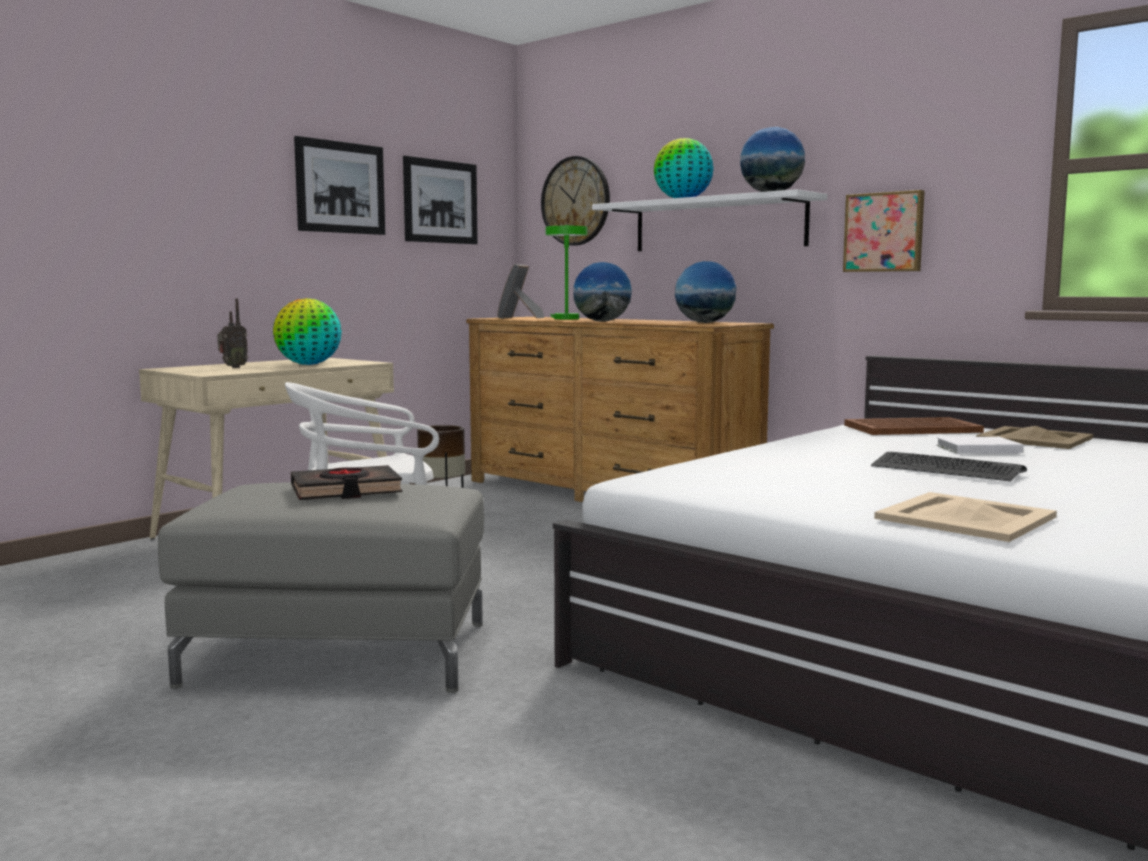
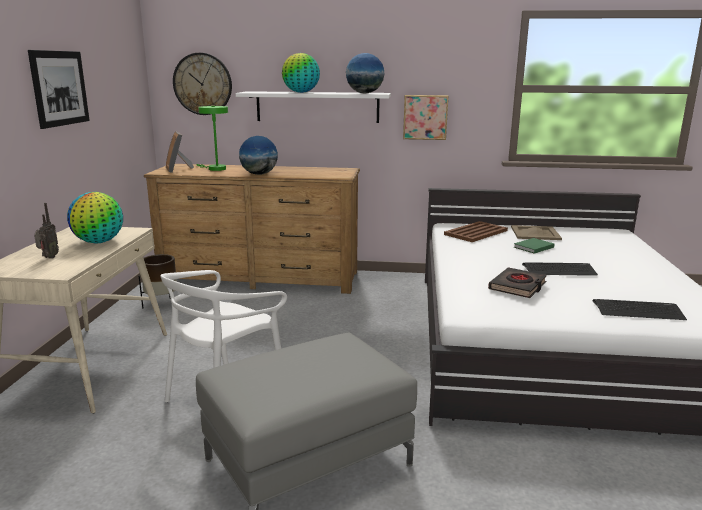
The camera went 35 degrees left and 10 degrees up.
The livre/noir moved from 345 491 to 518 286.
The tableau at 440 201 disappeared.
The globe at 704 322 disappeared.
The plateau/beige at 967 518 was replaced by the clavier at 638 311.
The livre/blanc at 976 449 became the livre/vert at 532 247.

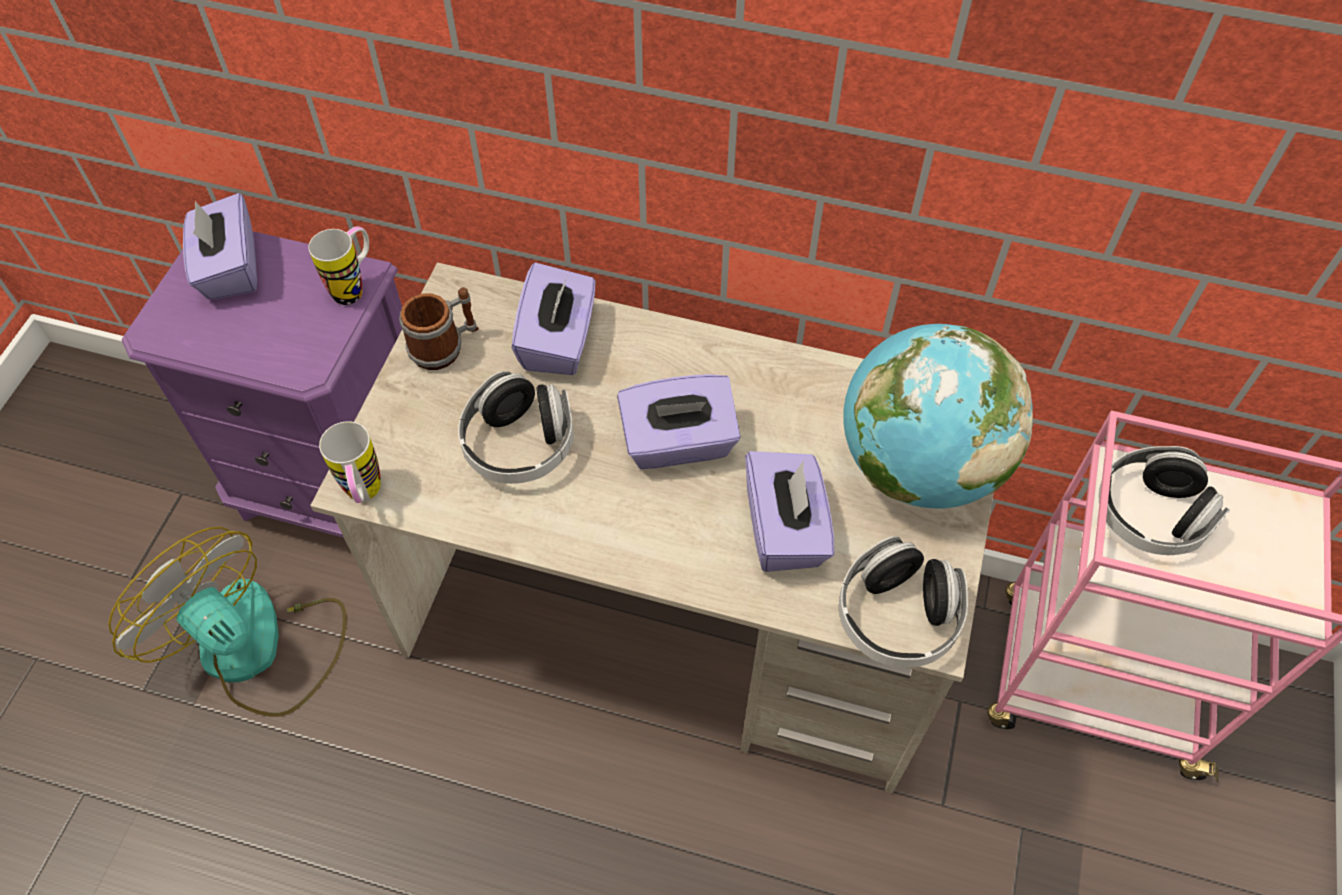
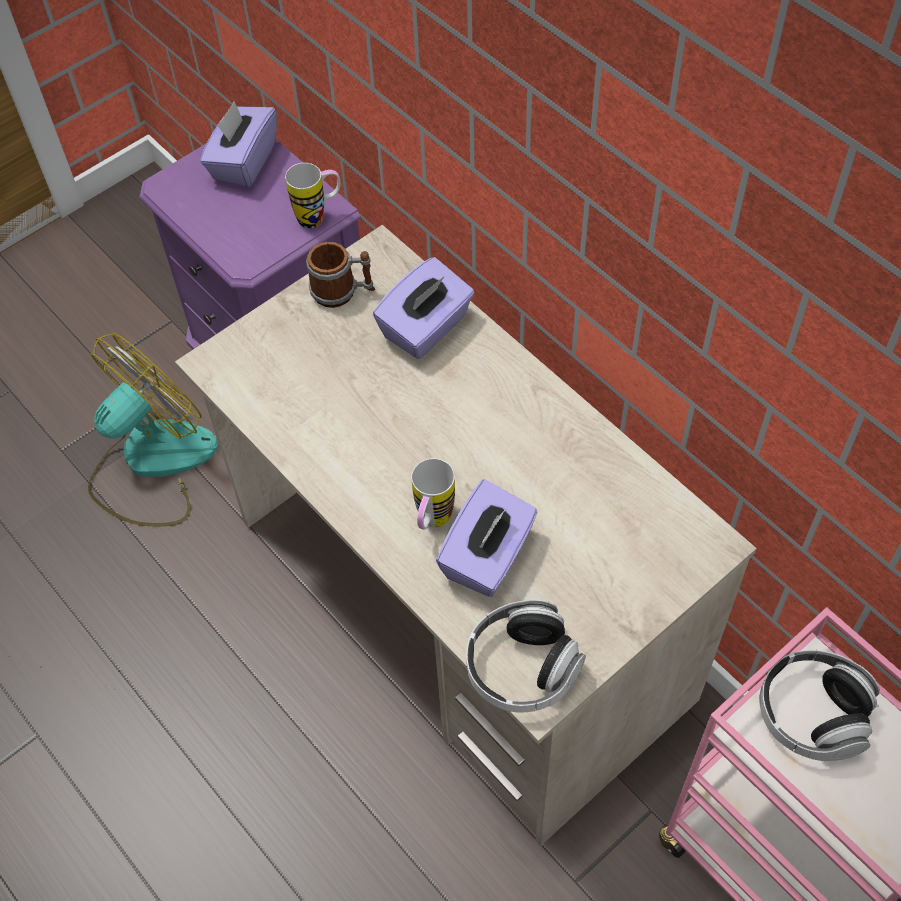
The camera went 35 degrees right and 0 degrees up.
The ventilateur at 258 649 turned 60 degrees clockwise.
The mug moved from 365 497 to 432 523.
The casque audio at 520 445 disappeared.
The boîte à mouchoirs/violet at 678 443 disappeared.
The globe at 918 465 disappeared.

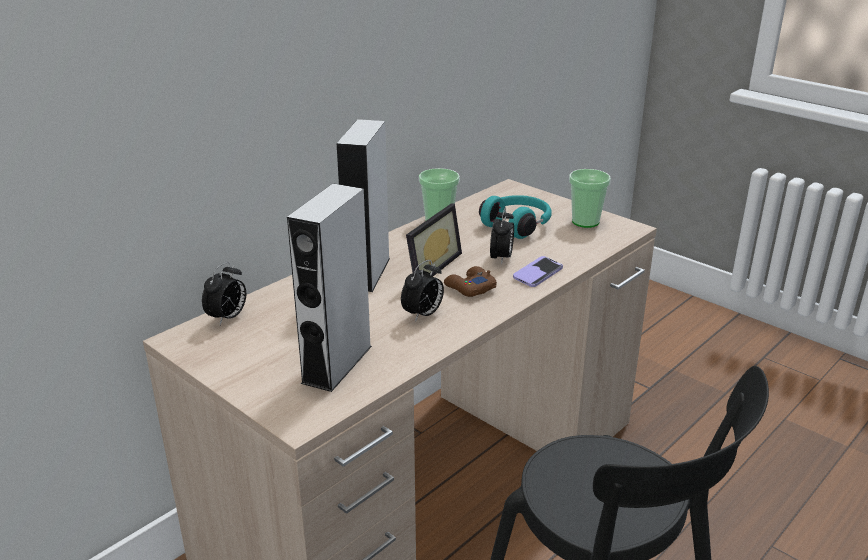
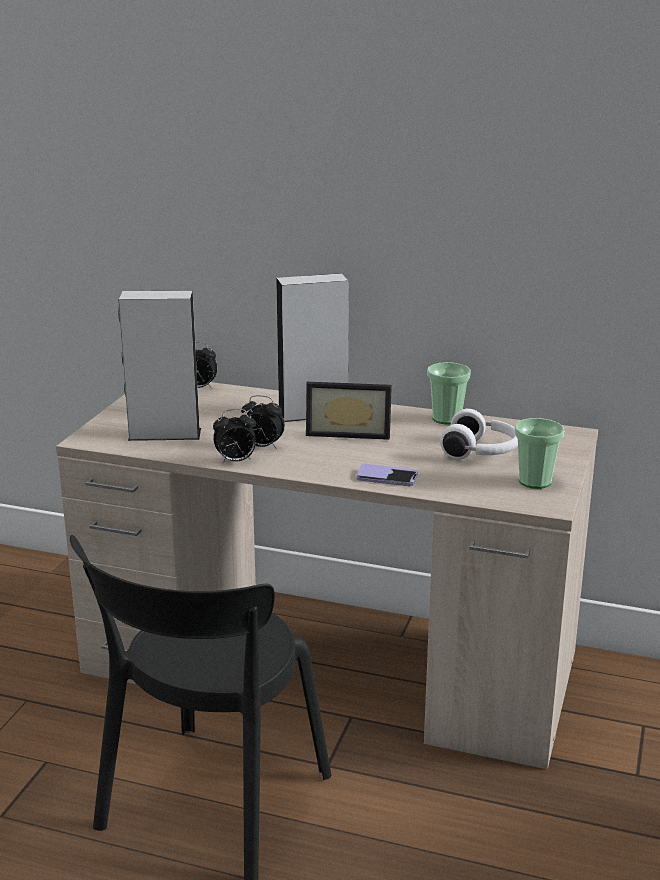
The camera went 65 degrees right and 5 degrees down.
The manette/marron at 469 287 disappeared.
The casque audio/turquoise at 518 226 became the casque audio/blanc at 481 452.
The réveil moved from 501 258 to 235 461.

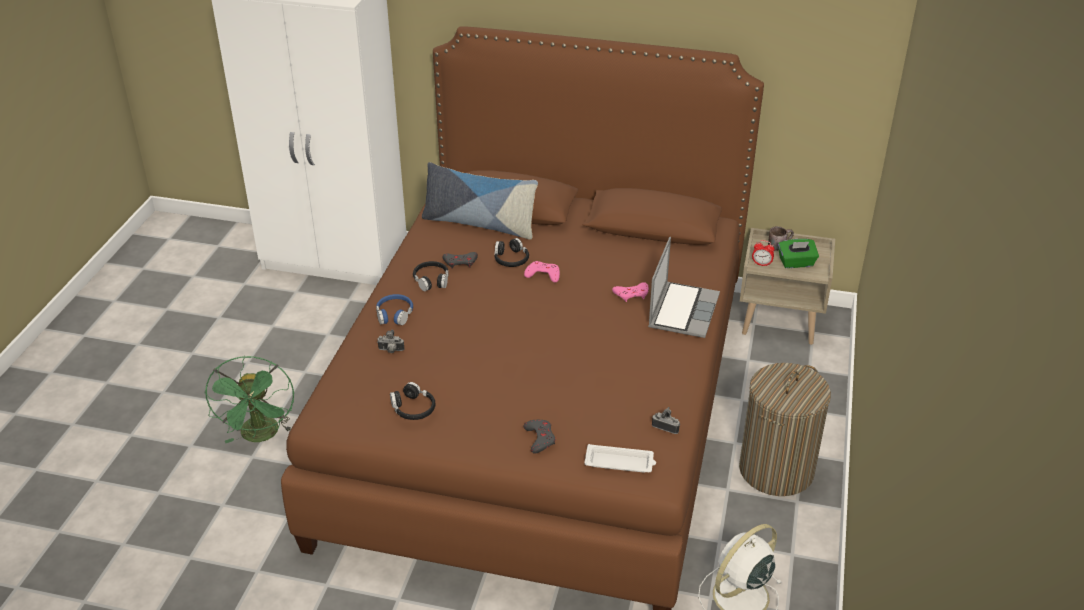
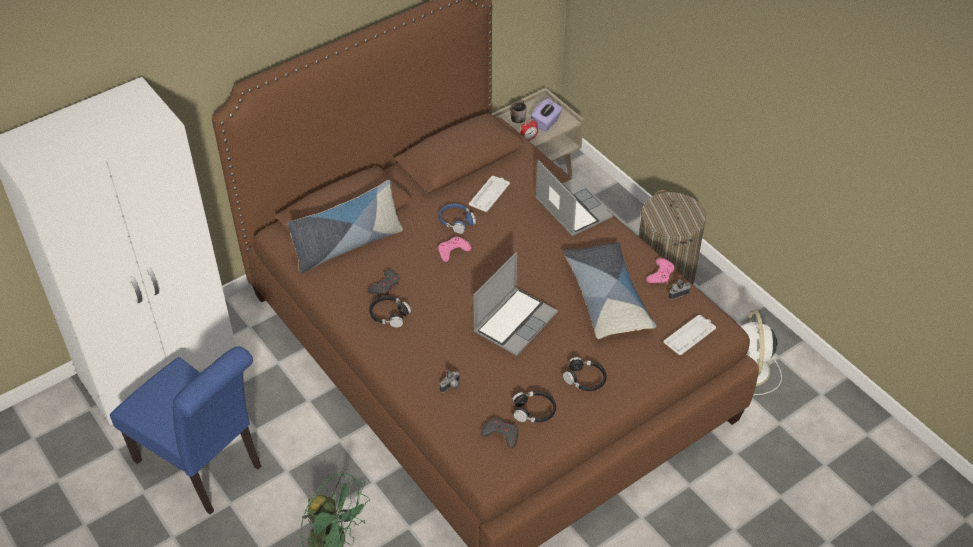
The camera went 50 degrees left and 10 degrees up.
The casque audio/bleu moved from 394 314 to 456 221.
The casque audio/noir moved from 511 259 to 585 379.
The manette/gris moved from 540 438 to 501 434.
The manette/rose moved from 631 294 to 660 274.
The boîte à mouchoirs/vert at 796 263 became the boîte à mouchoirs/violet at 546 122.
The chaise/bleu at 204 467 appeared.
The plateau/blanc at 490 196 appeared.
The ordinateur portable at 515 321 appeared.
The coussin at 607 297 appeared.

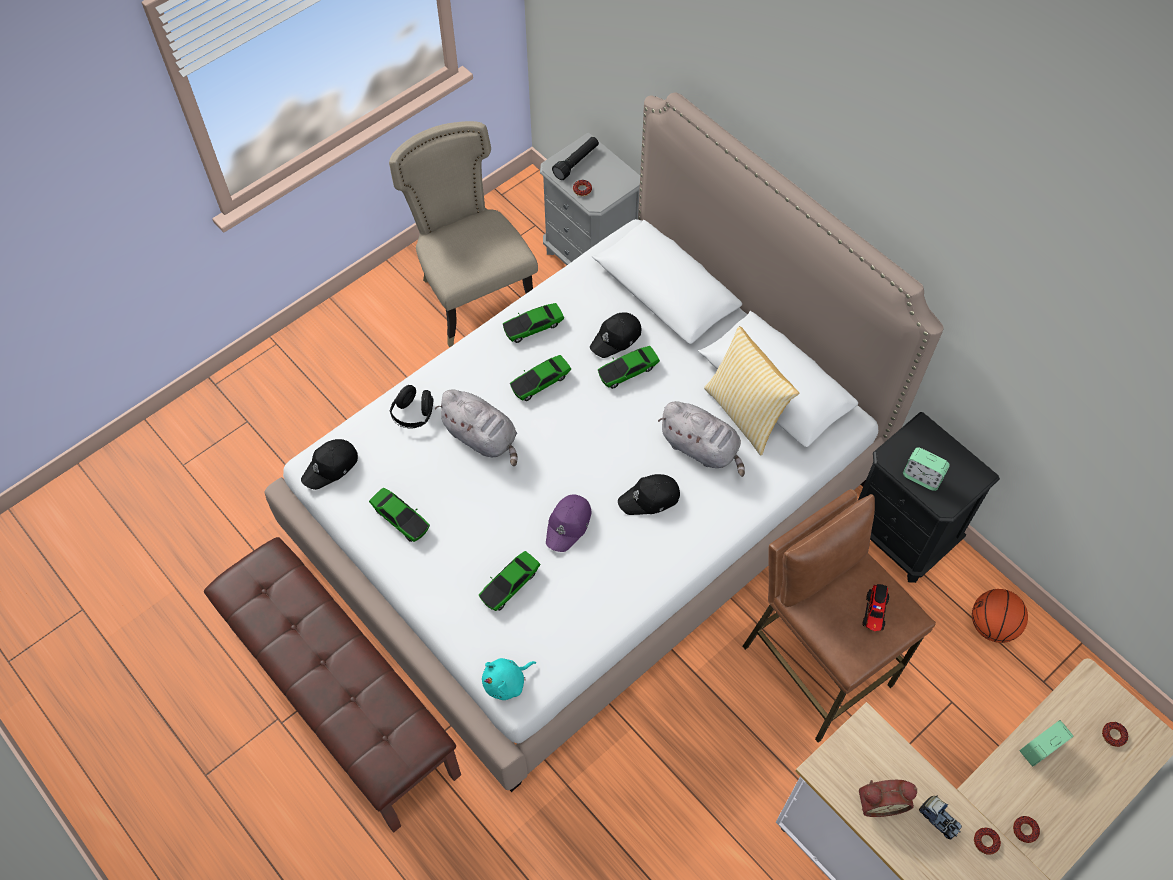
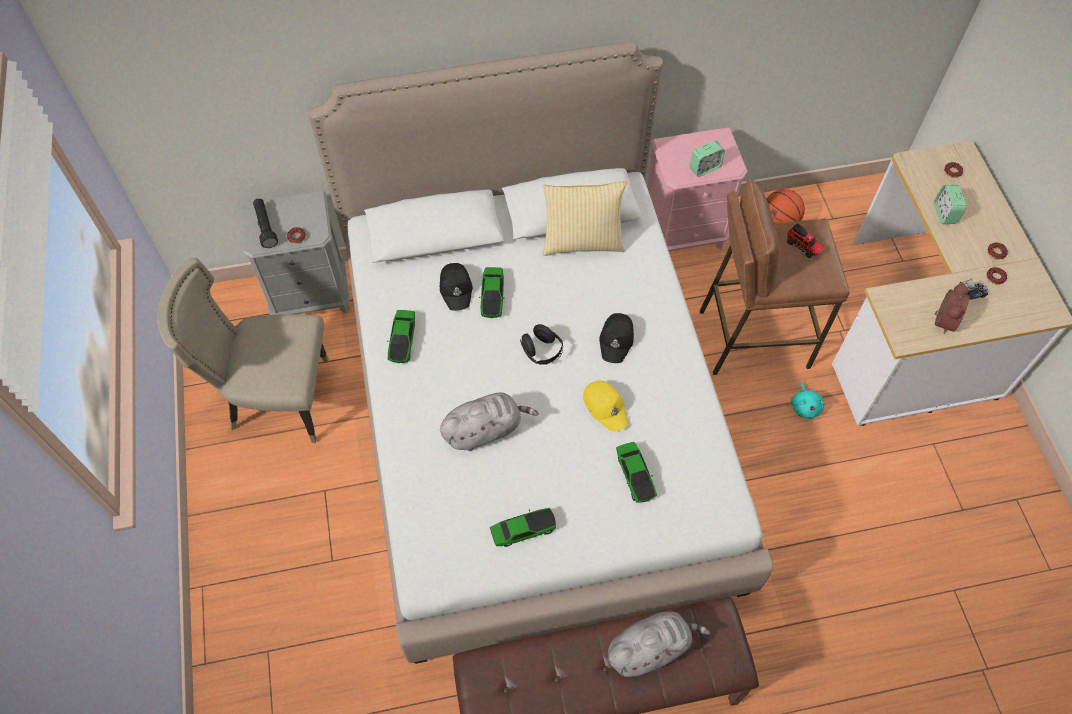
The camera went 60 degrees left and 0 degrees up.
The casquette/noir at 331 467 disappeared.
The casque audio/noir moved from 413 414 to 542 351.
The peluche/turquoise moved from 507 682 to 805 406.
The petite voiture at 540 382 disappeared.
The casquette/violet at 568 525 became the casquette/jaune at 606 407.
The peluche/gris moved from 702 448 to 650 648.
The table de chevet/noir at 901 535 became the table de chevet/rose at 684 233.

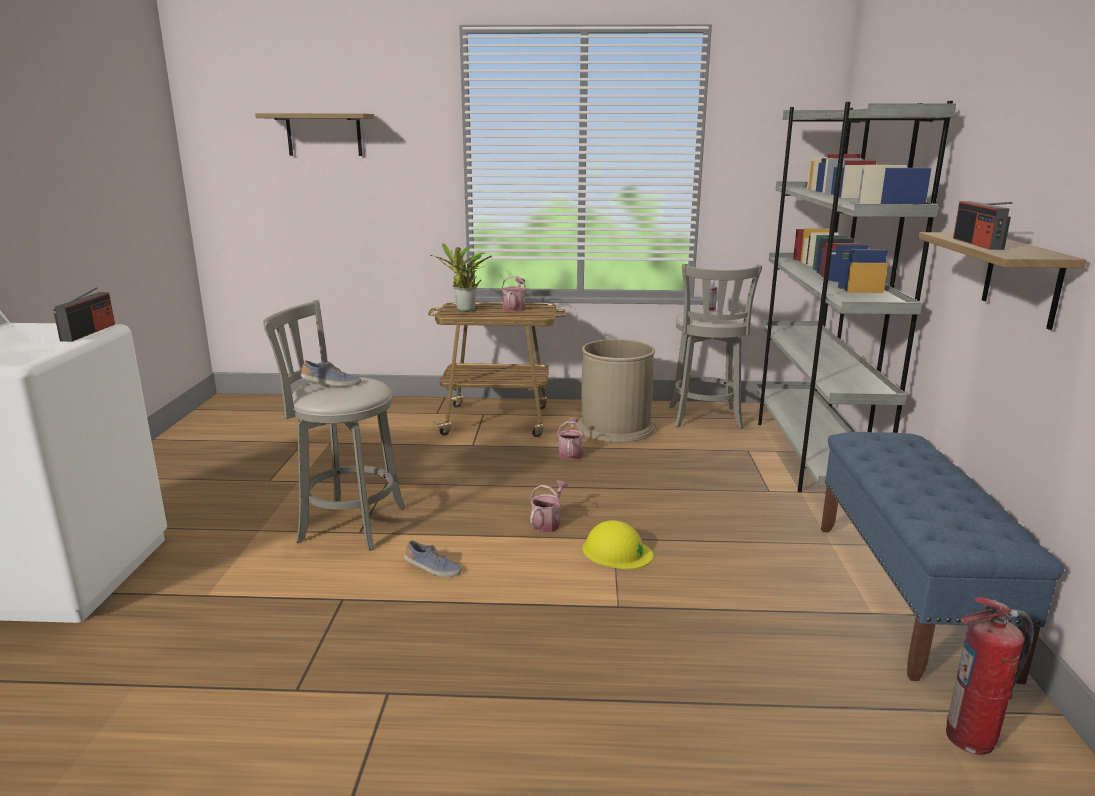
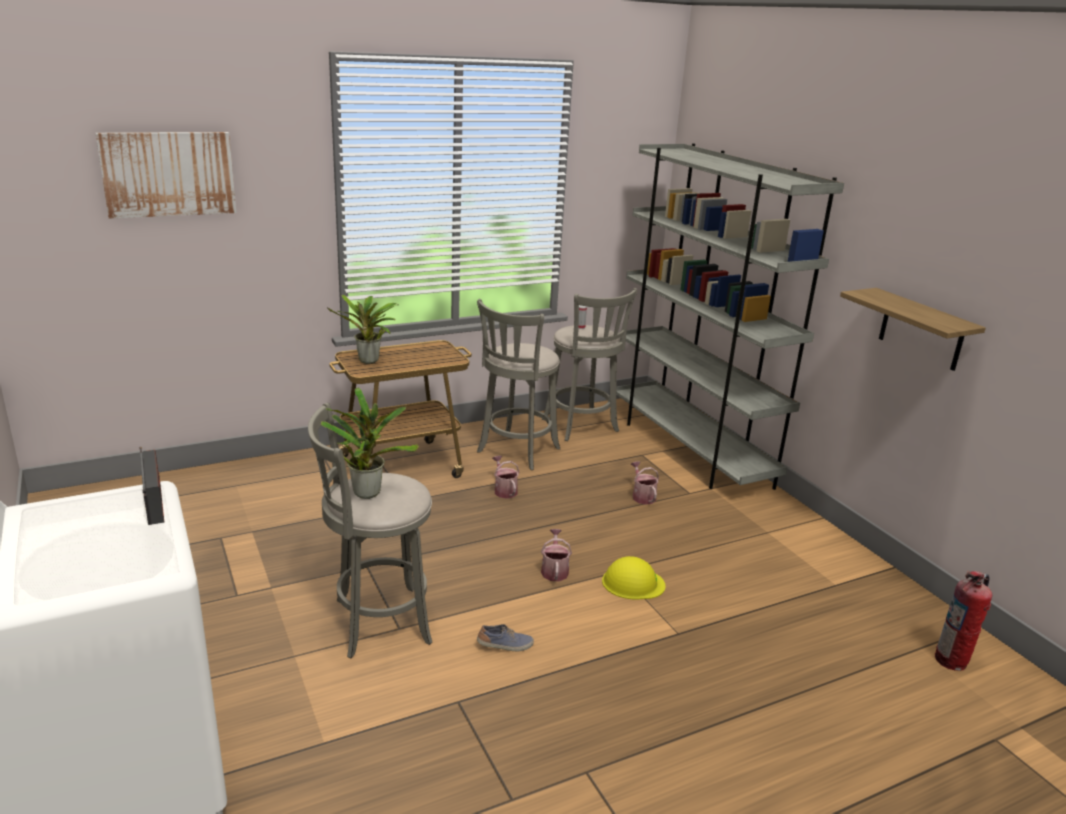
The camera went 30 degrees left and 5 degrees up.
The étagère at 324 135 was replaced by the tableau at 168 174.
The chaussure at 331 384 was replaced by the plante en pot at 367 491.
The arrosoir moved from 514 308 to 642 496.
The poubelle/marron at 615 427 was replaced by the tabouret/gris at 516 452.
The banc/bleu at 907 594 disappeared.
The radio at 977 243 disappeared.

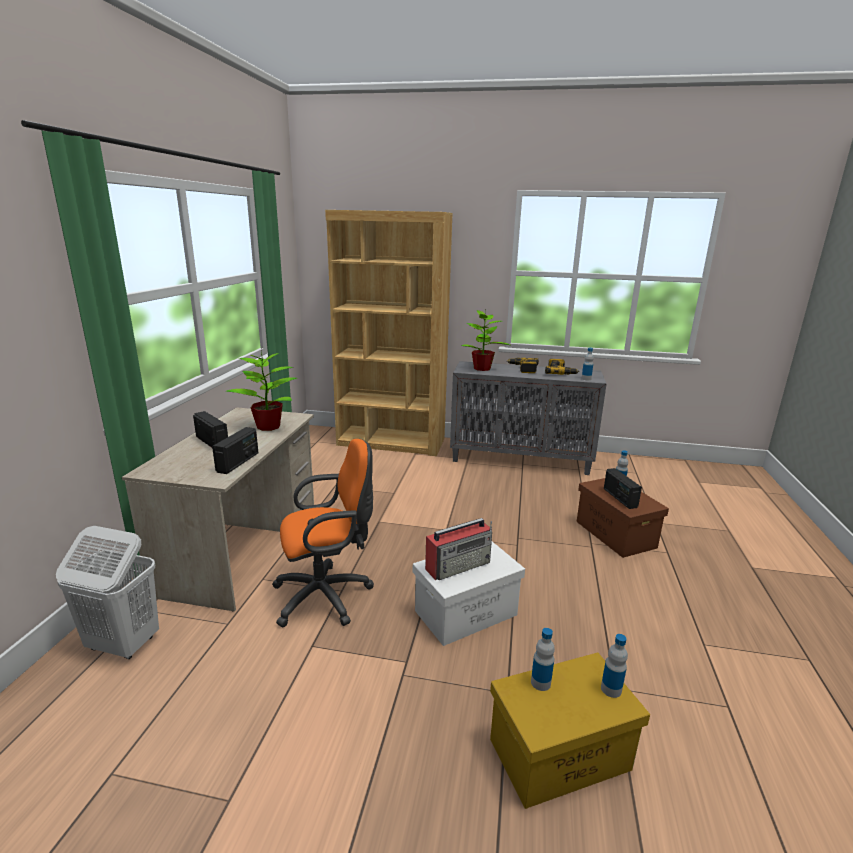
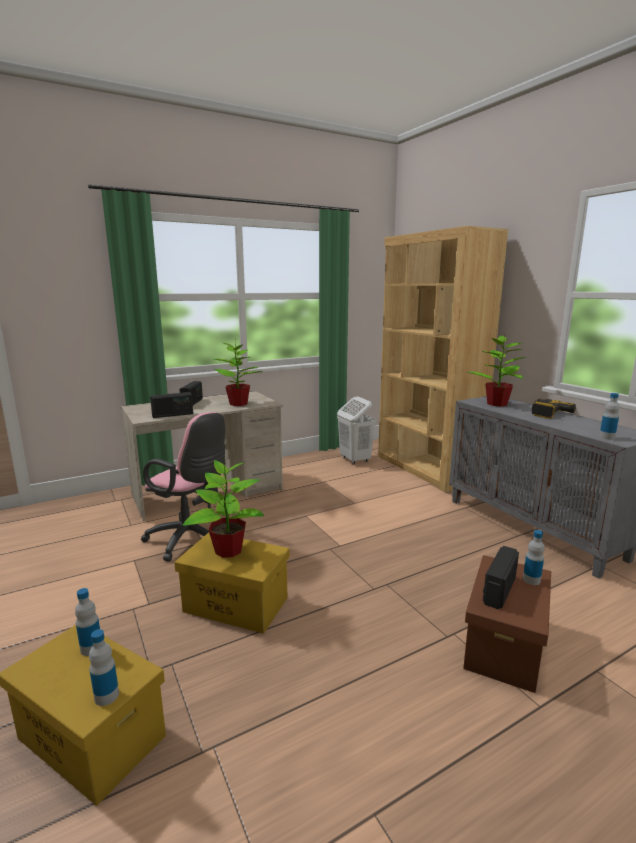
The camera went 50 degrees right and 5 degrees down.
The panier à linge/blanc moved from 123 644 to 354 460.
The chaise de bureau/orange at 327 596 became the chaise de bureau/rose at 191 540.
The boîte de rangement/blanc at 466 612 became the boîte de rangement/jaune at 237 604.
The radio at 459 565 was replaced by the plante en pot at 228 550.
The perceuse at 560 373 disappeared.

